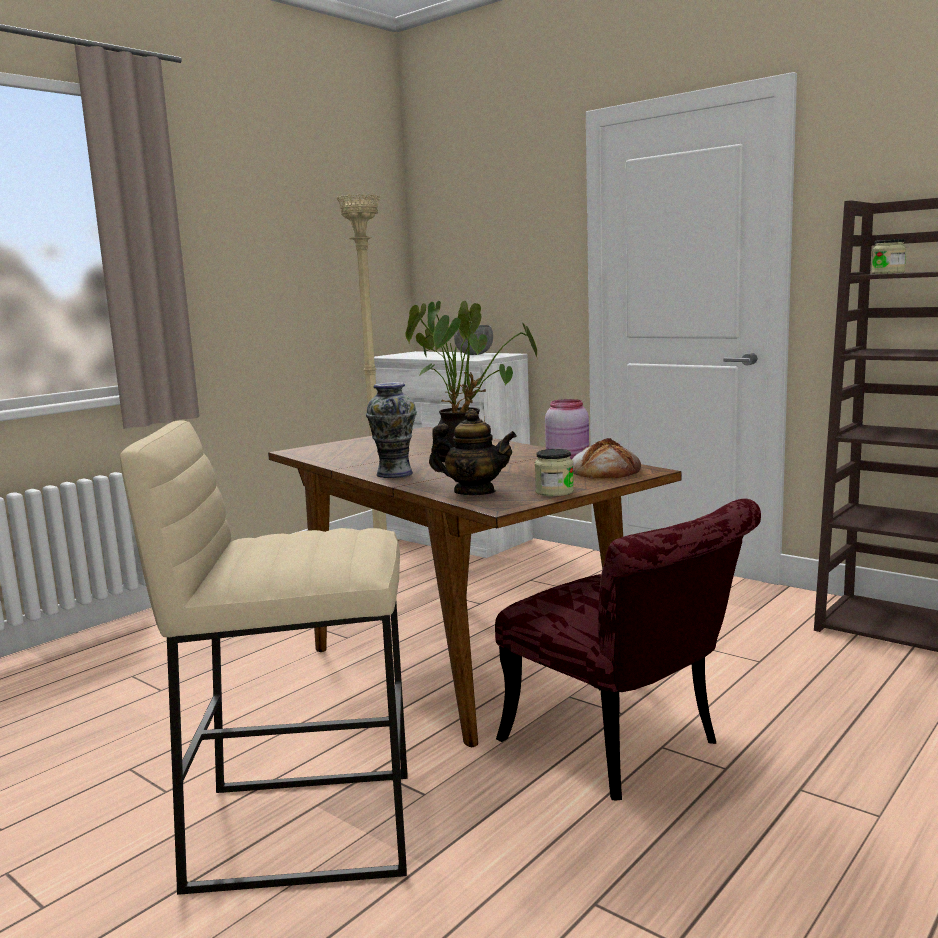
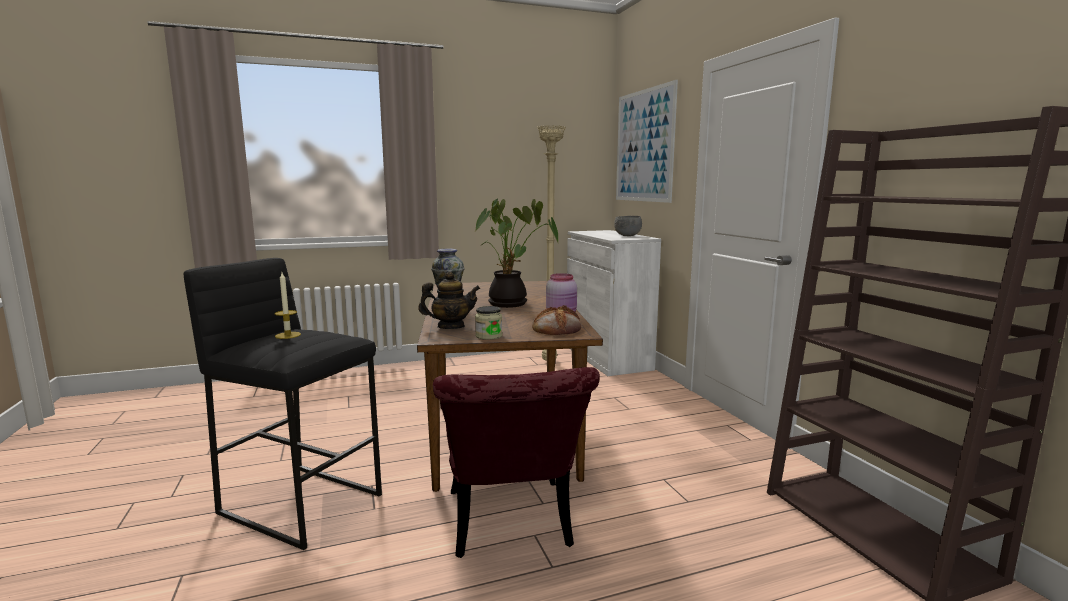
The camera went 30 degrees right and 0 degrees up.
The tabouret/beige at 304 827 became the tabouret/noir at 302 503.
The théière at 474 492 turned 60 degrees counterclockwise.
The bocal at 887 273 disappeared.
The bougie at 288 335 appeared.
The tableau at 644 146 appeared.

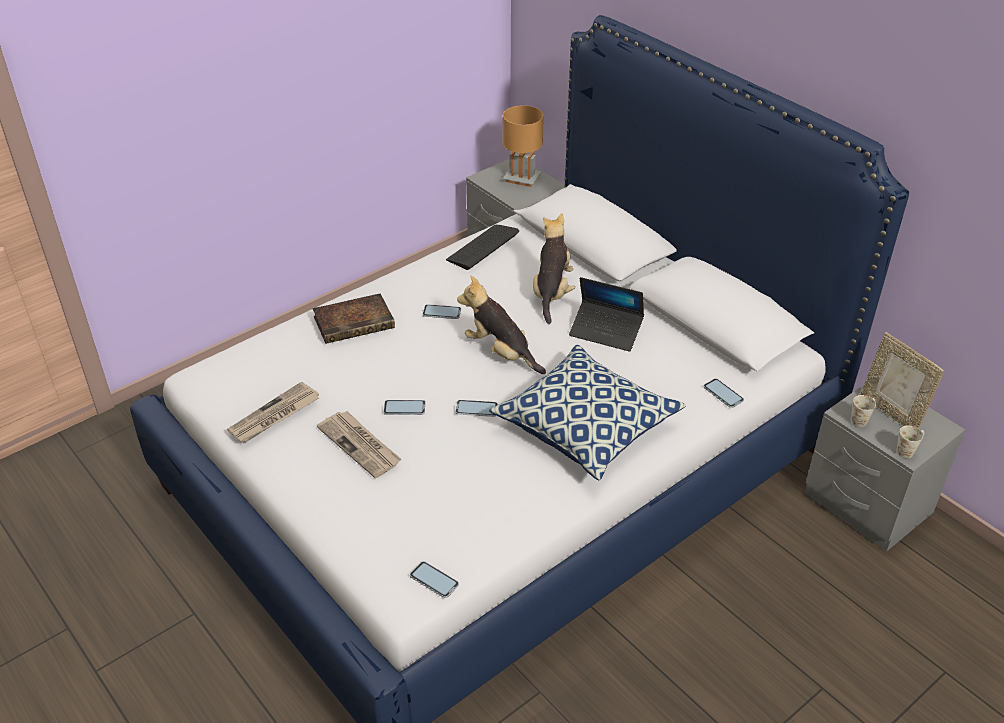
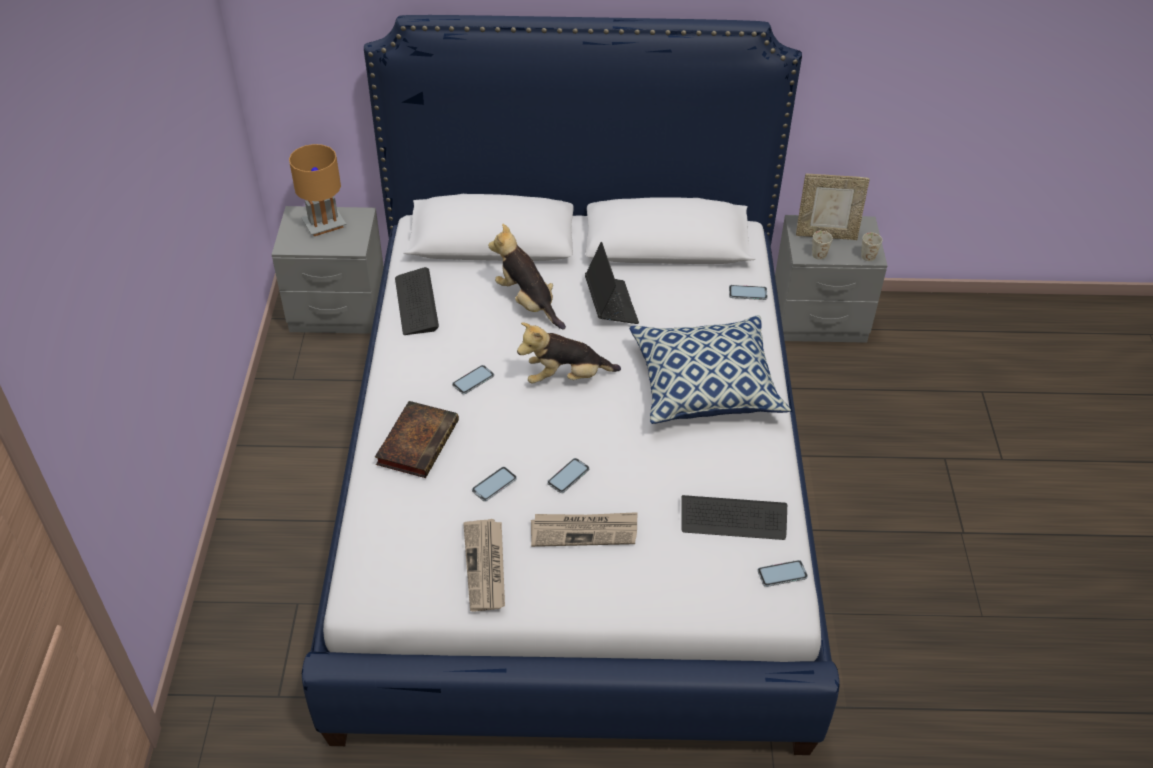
The camera went 50 degrees left and 5 degrees up.
The téléphone moved from 476 409 to 494 484.
The ordinateur portable at 606 331 turned 75 degrees counterclockwise.
The clavier at 733 519 appeared.

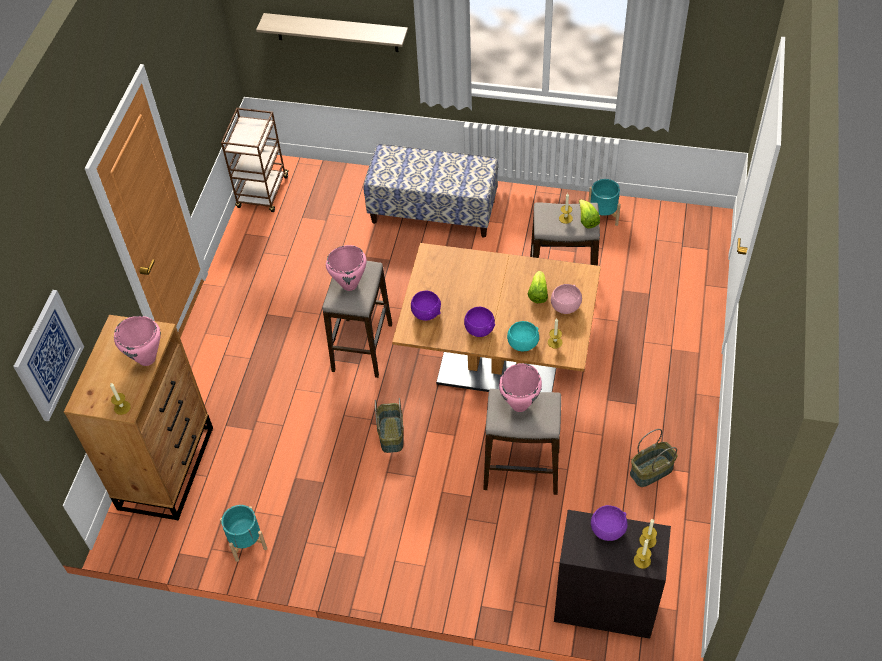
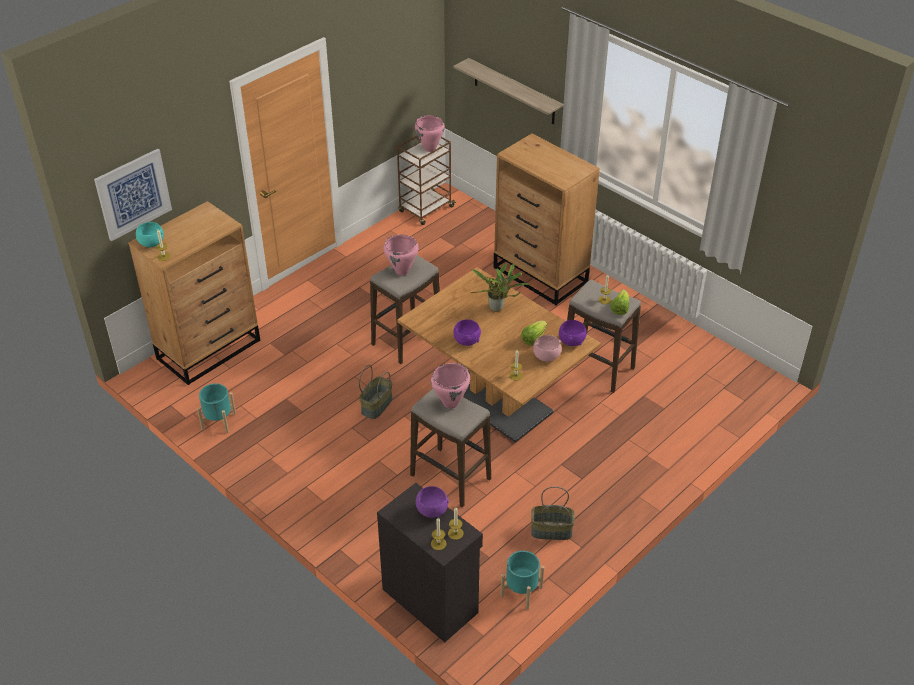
The camera went 30 degrees right and 10 degrees down.
The marmite/rose moved from 147 359 to 430 148.
The banc at 433 211 was replaced by the commode/marron at 541 275.
The bol/violet moved from 426 313 to 571 341.
The bol/turquoise moved from 522 344 to 151 243.
The cache-pot/turquoise moved from 603 216 to 521 591.
The plante en pot at 498 308 appeared.

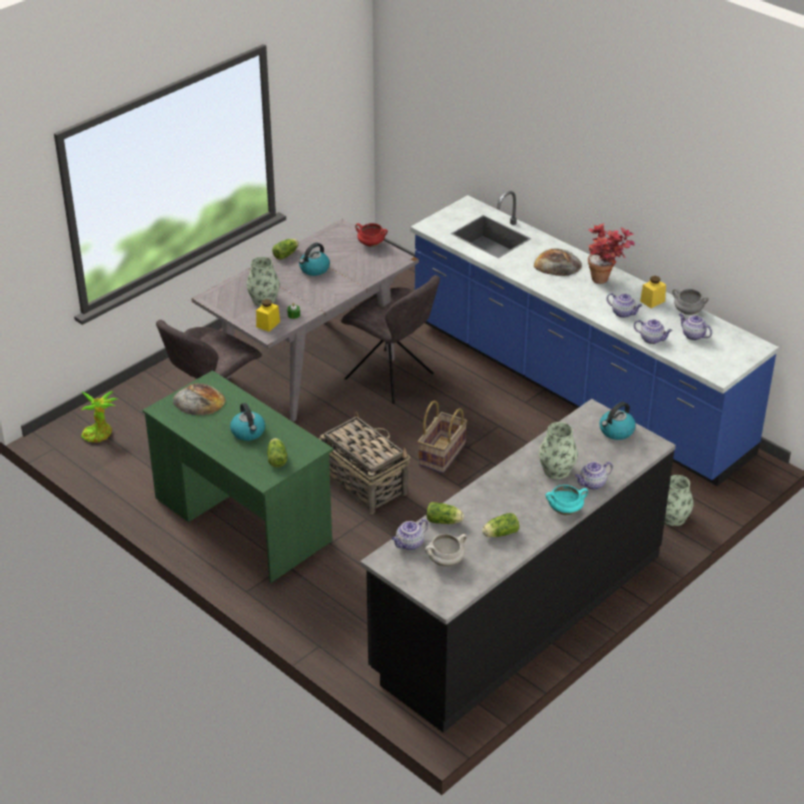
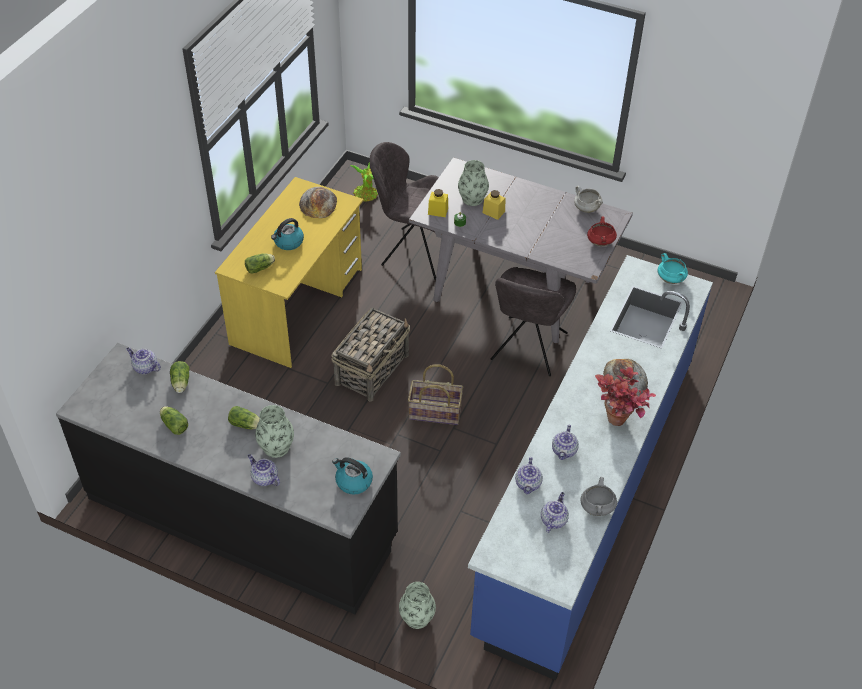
The camera went 70 degrees right and 10 degrees up.
The bureau/vert at 242 519 became the bureau/jaune at 297 306.
The laitue moved from 286 254 to 246 425.
The bouilloire at 314 269 disappeared.
The marmite/blanc moved from 445 561 to 586 209.
The marmite/turquoise moved from 565 510 to 671 279.
The bocal/jaune moved from 652 301 to 493 212.

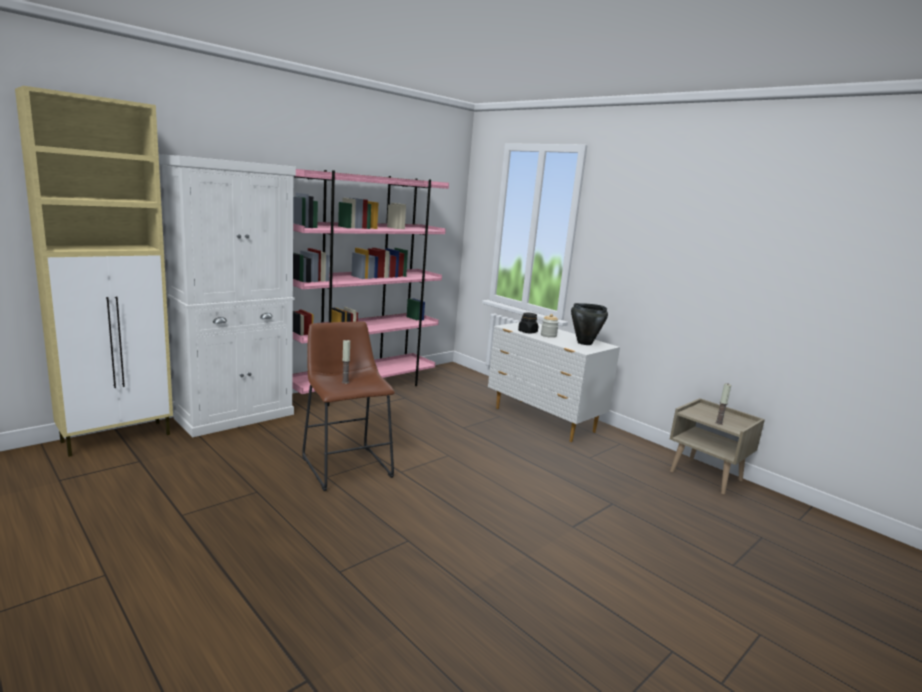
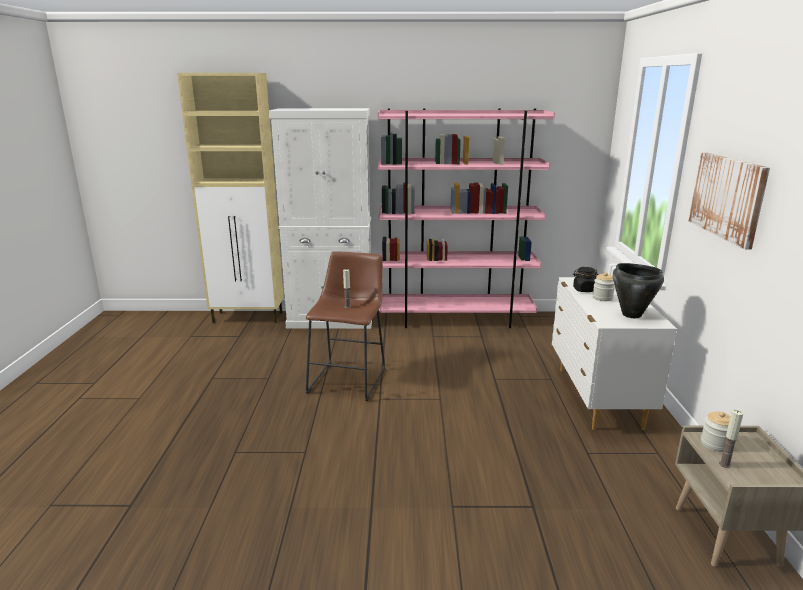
The camera went 45 degrees right and 5 degrees up.
The tableau at 727 197 appeared.
The bocal at 715 444 appeared.

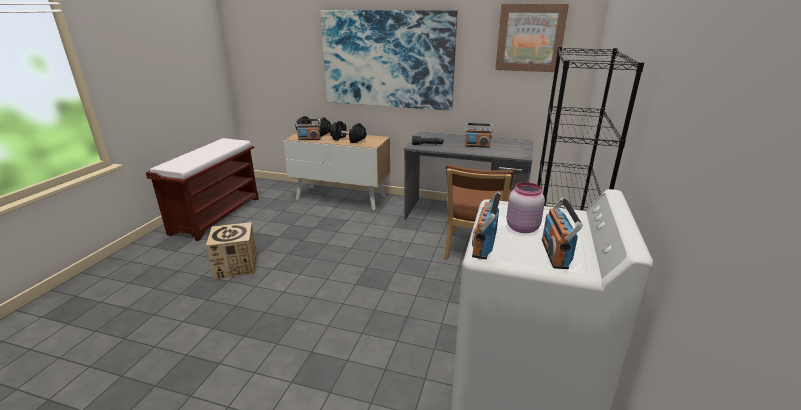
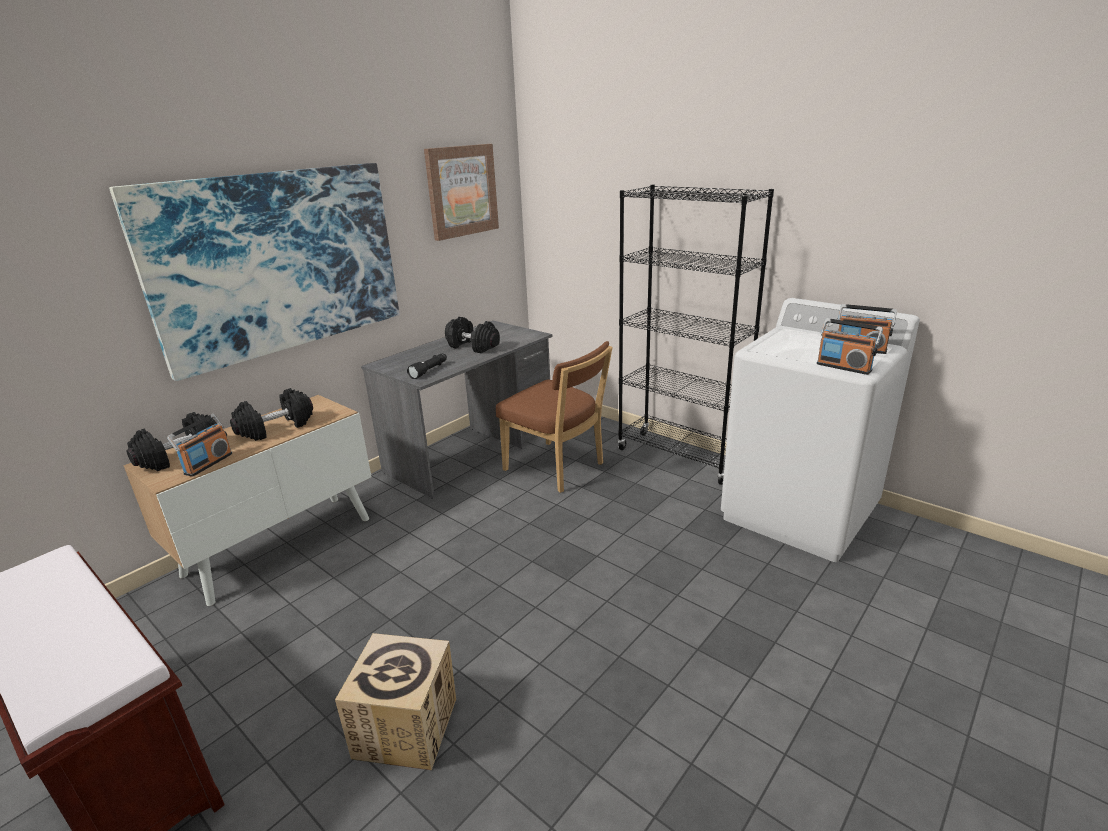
The camera went 65 degrees left and 0 degrees up.
The radio at 477 146 was replaced by the haltère/noir at 473 346.
The bocal/rose at 521 228 disappeared.

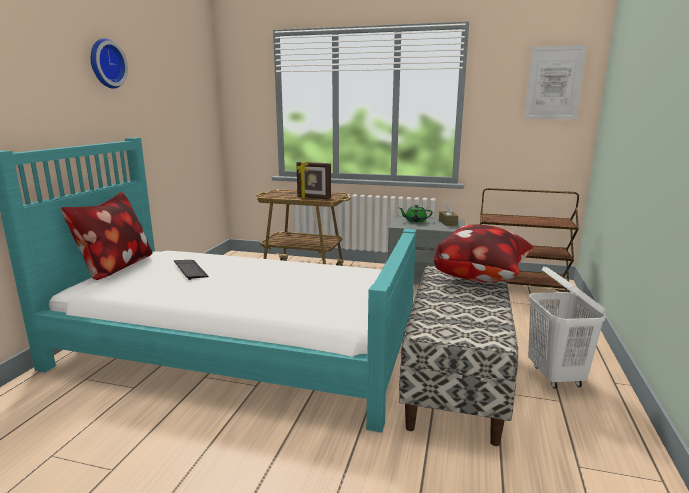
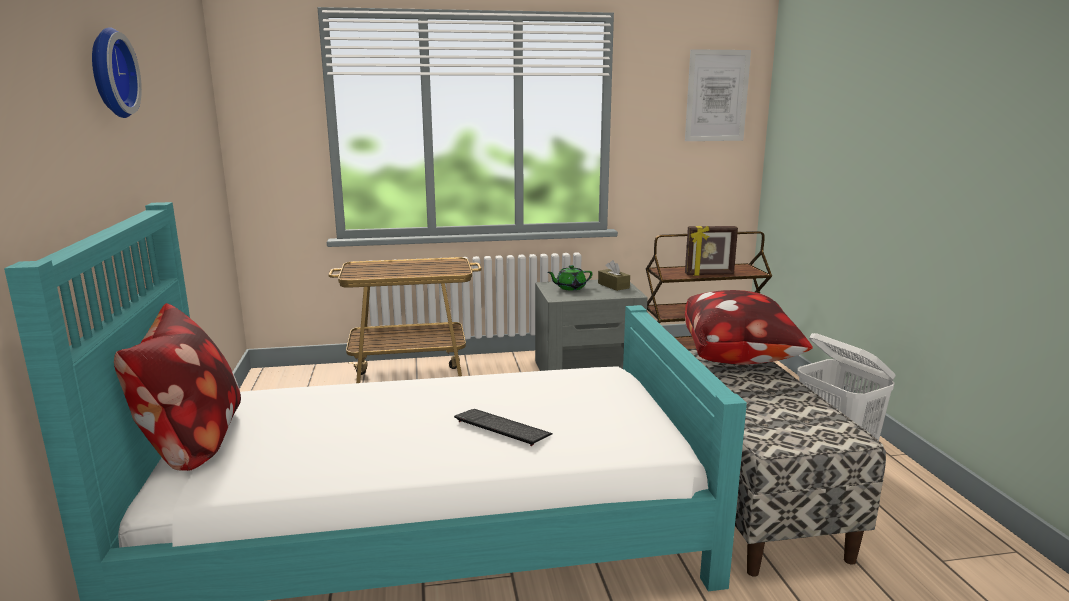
The camera went 25 degrees left and 0 degrees up.
The clavier moved from 190 270 to 502 428.
The cadre photo moved from 313 198 to 709 274.

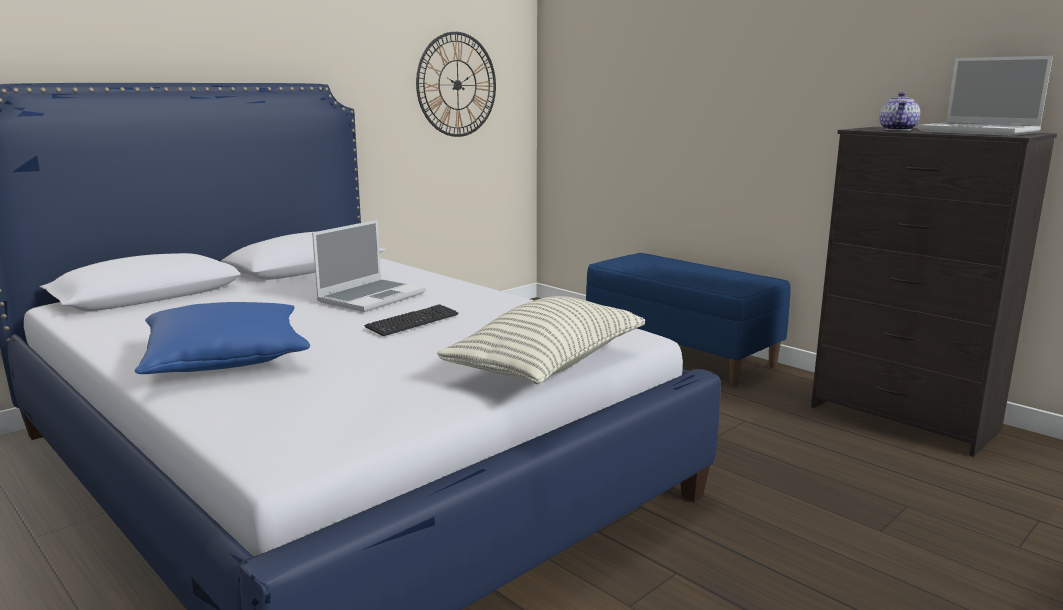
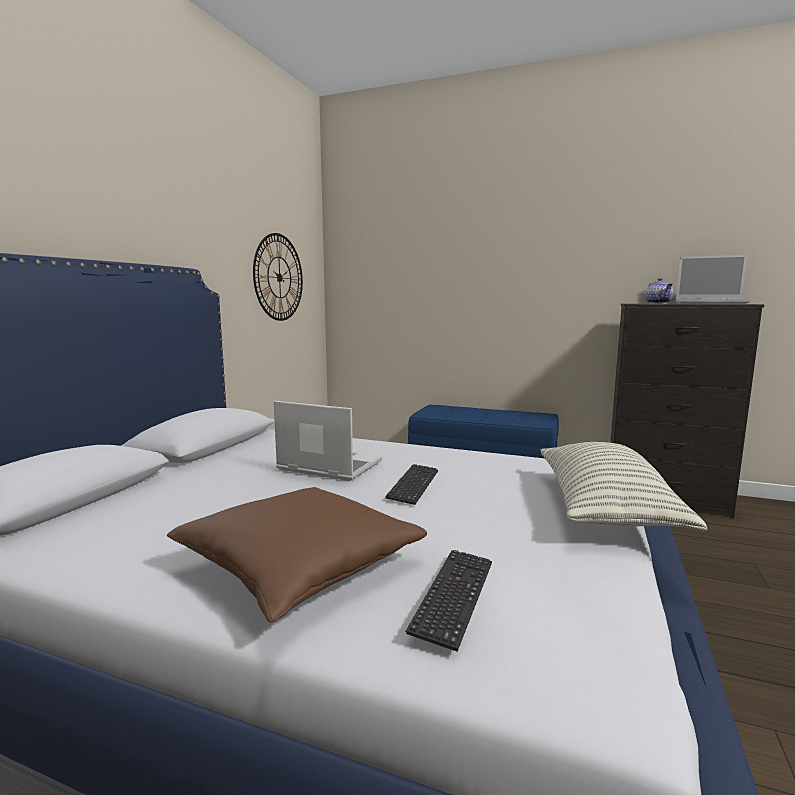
The camera went 25 degrees left and 5 degrees down.
The coussin/bleu at 226 359 became the coussin/marron at 299 567.
The ordinateur portable at 372 297 turned 75 degrees counterclockwise.
The clavier at 454 597 appeared.

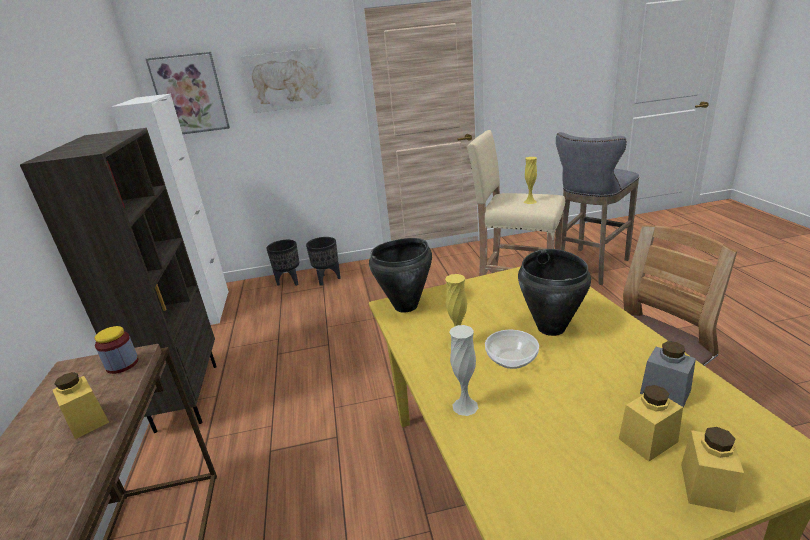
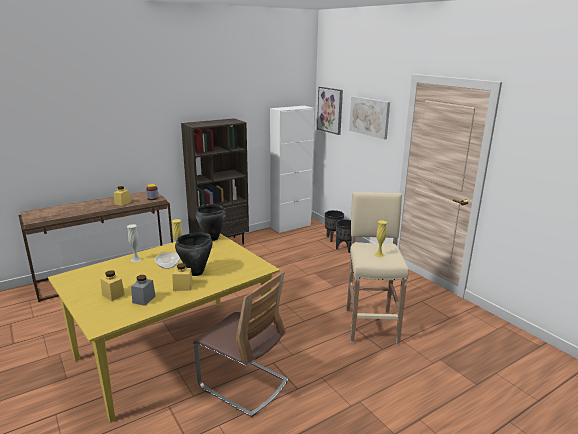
The camera went 65 degrees right and 5 degrees down.
The tabouret/gris at 589 268 disappeared.
The bocal/jaune moved from 706 487 to 183 287.

